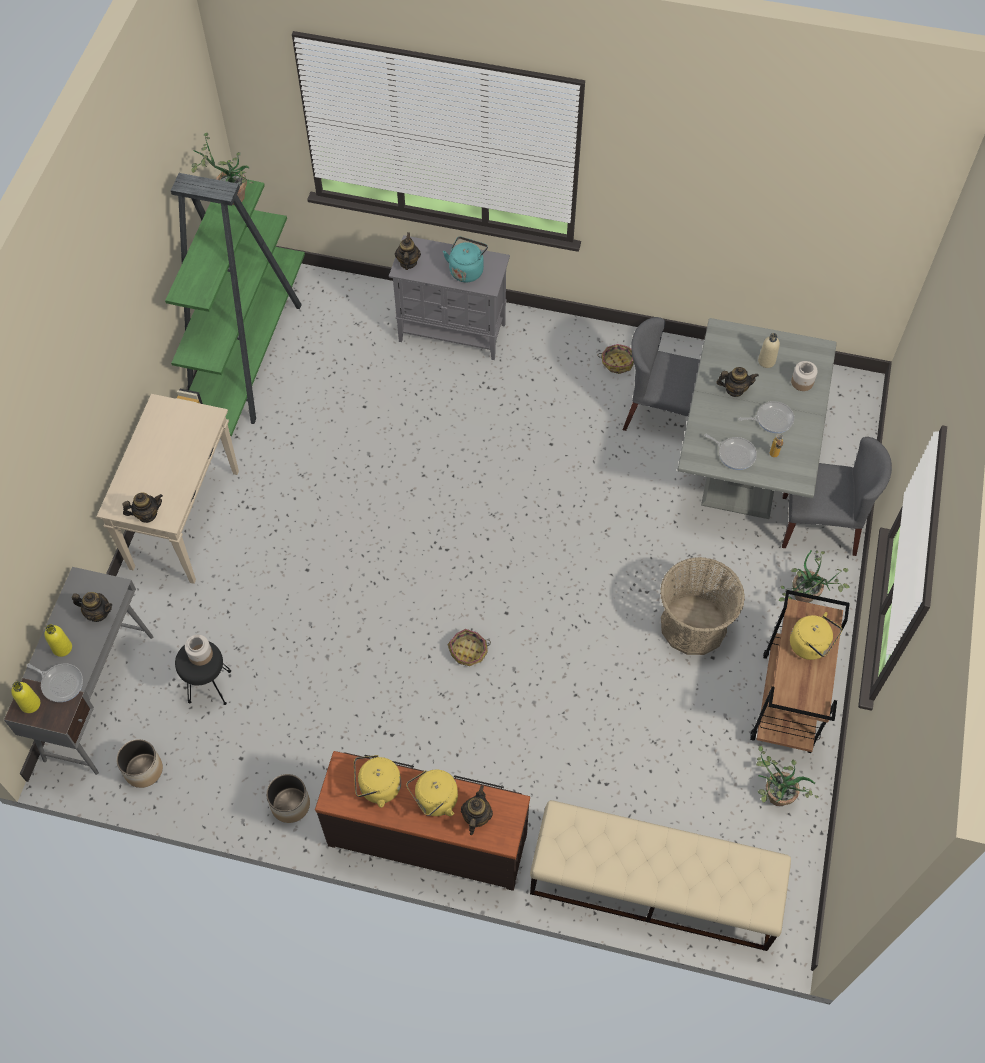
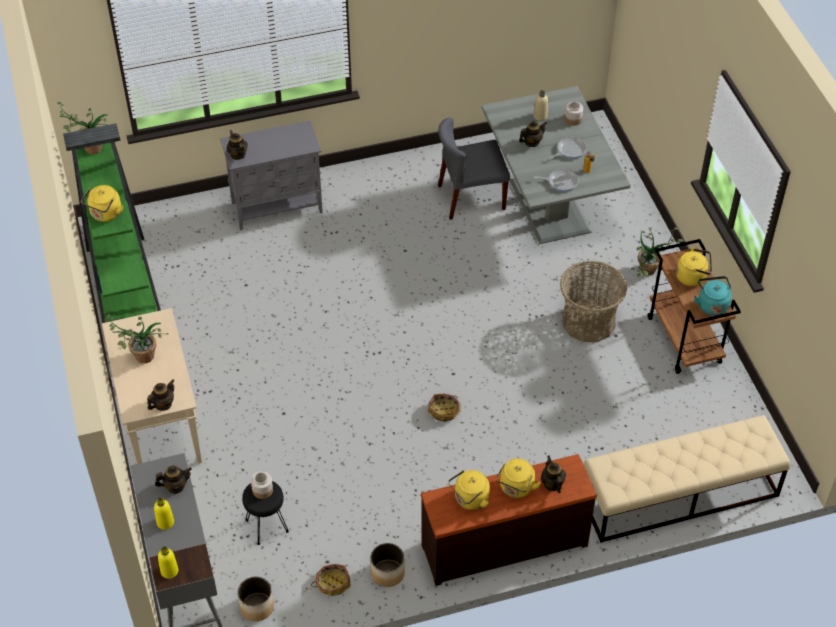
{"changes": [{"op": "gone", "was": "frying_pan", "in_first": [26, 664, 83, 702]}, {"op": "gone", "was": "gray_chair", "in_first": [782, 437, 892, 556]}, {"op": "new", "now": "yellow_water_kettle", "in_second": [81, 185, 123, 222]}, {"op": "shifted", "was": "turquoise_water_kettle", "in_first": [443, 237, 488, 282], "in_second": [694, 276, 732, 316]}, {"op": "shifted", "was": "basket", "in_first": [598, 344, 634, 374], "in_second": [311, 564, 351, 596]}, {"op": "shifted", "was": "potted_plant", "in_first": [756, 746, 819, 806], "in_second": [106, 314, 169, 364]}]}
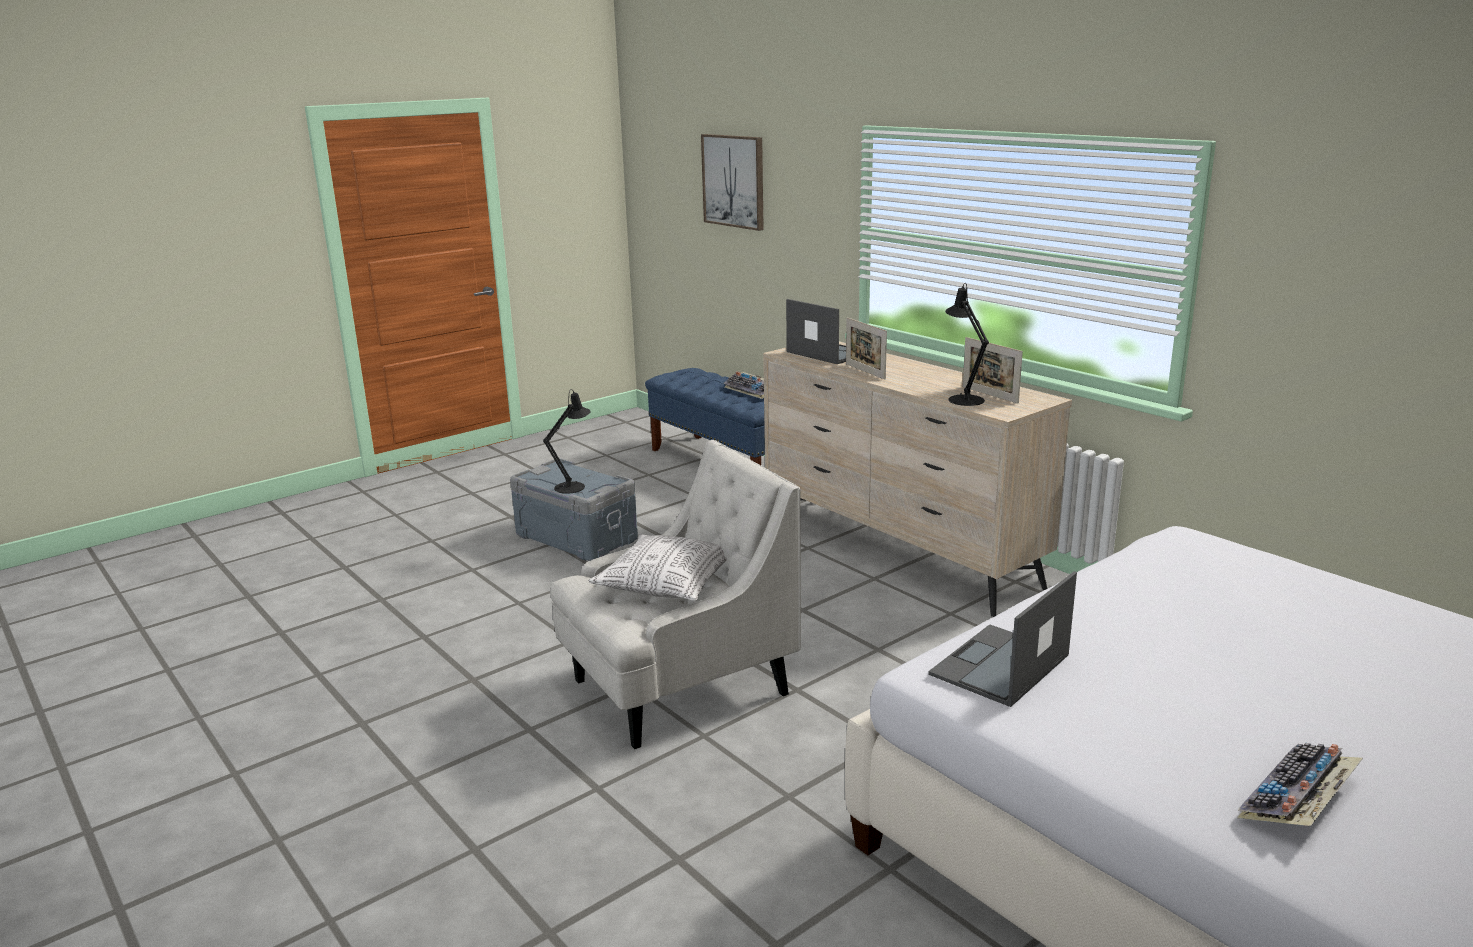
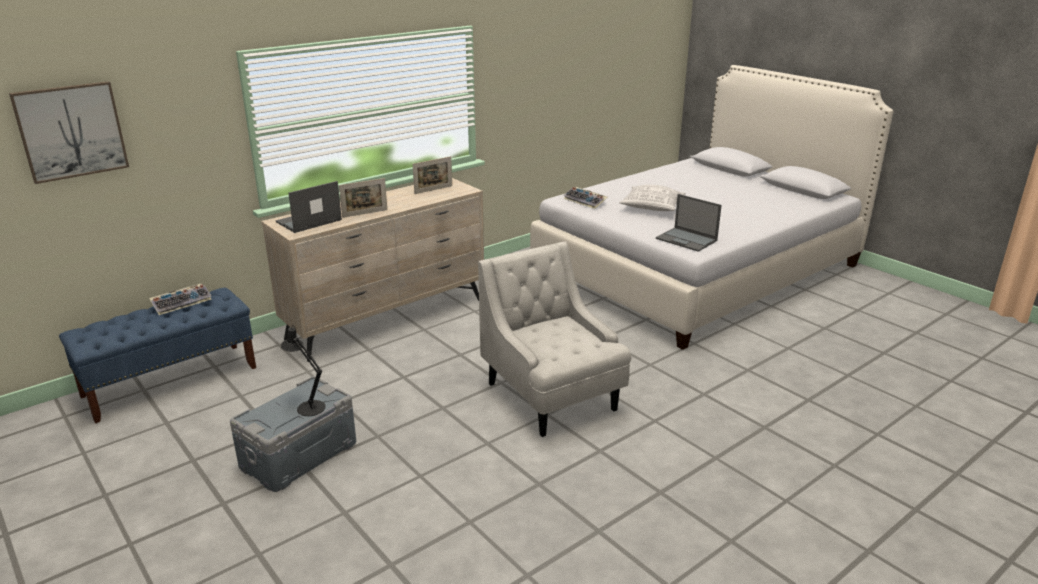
{"changes": [{"op": "gone", "was": "black_tabletop_lamp", "in_first": [945, 283, 989, 406]}, {"op": "shifted", "was": "pillow", "in_first": [589, 534, 727, 601], "in_second": [619, 185, 686, 211]}, {"op": "shifted", "was": "keyboard", "in_first": [1237, 743, 1363, 826], "in_second": [563, 187, 607, 209]}]}
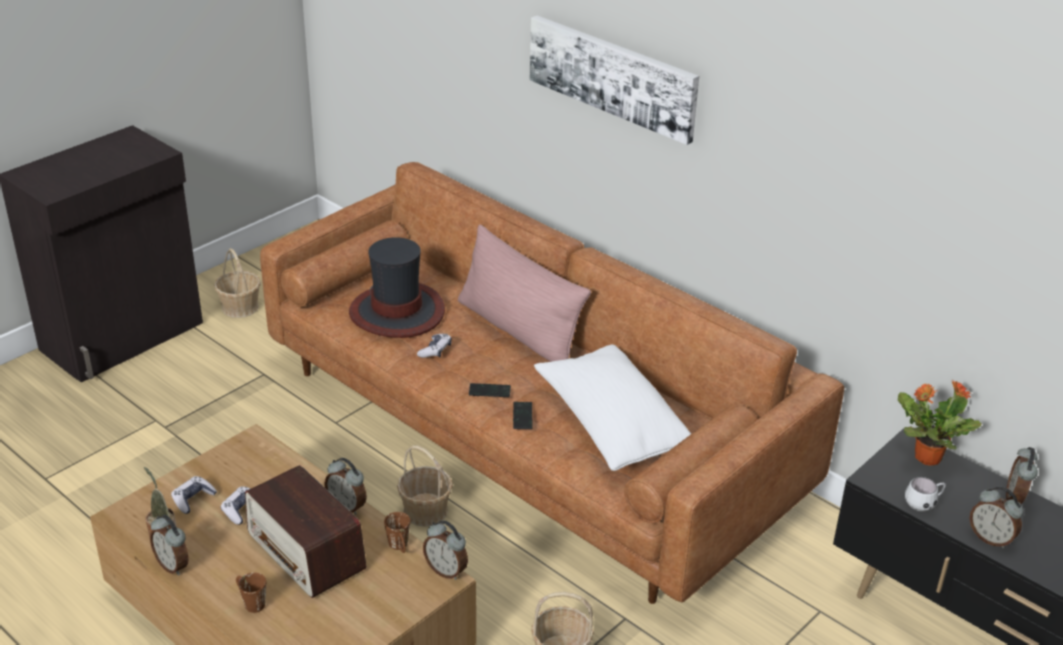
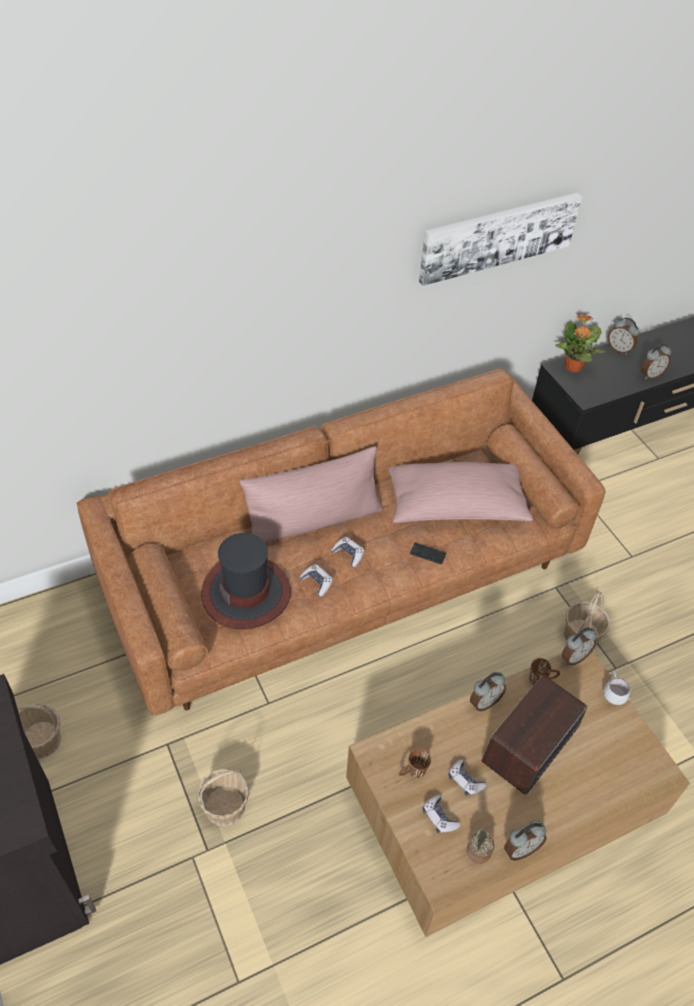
{"changes": [{"op": "gone", "was": "handset", "in_first": [469, 383, 511, 397]}, {"op": "new", "now": "gamepad", "in_second": [331, 537, 364, 567]}, {"op": "shifted", "was": "brownish_mug", "in_first": [236, 573, 266, 613], "in_second": [399, 749, 431, 778]}, {"op": "shifted", "was": "basket", "in_first": [397, 445, 453, 527], "in_second": [197, 769, 249, 826]}, {"op": "shifted", "was": "wall_picture", "in_first": [530, 15, 699, 145], "in_second": [419, 193, 582, 286]}, {"op": "shifted", "was": "white_mug", "in_first": [905, 477, 946, 512], "in_second": [603, 670, 630, 705]}, {"op": "repainted", "was": "white_pillow", "now": "pink-coloured_pillow", "in_first": [534, 345, 691, 471], "in_second": [388, 462, 533, 523]}, {"op": "rotated", "was": "radio_set", "in_first": [245, 465, 367, 598], "in_second": [482, 675, 587, 795], "clockwise": 150}]}
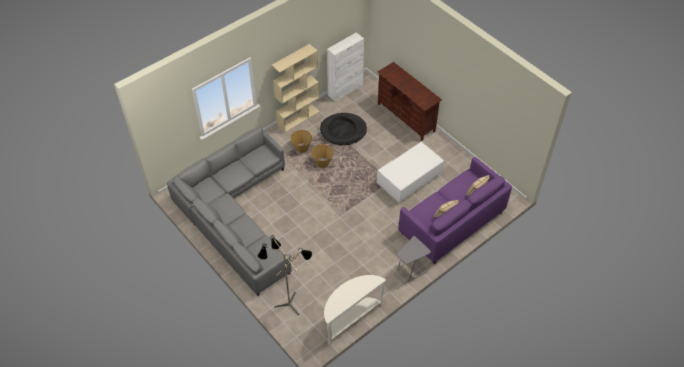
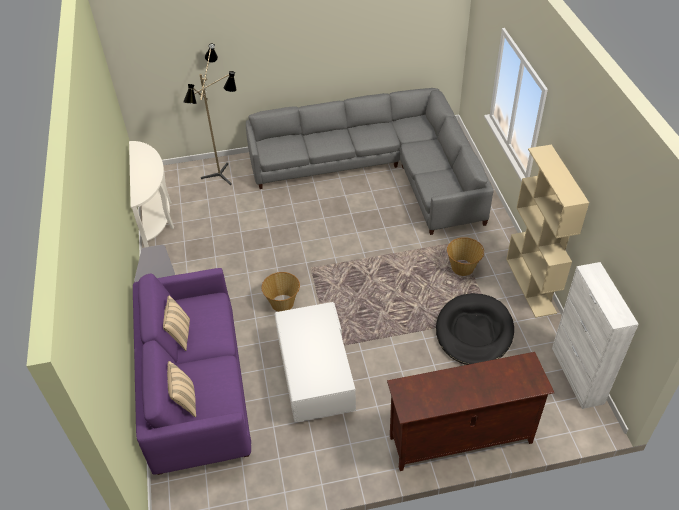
{"changes": [{"op": "shifted", "was": "basket", "in_first": [311, 144, 333, 168], "in_second": [262, 272, 300, 312]}]}
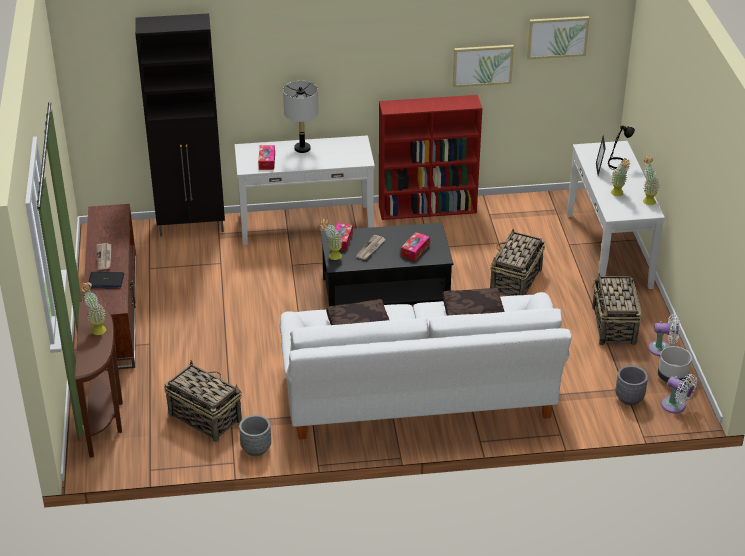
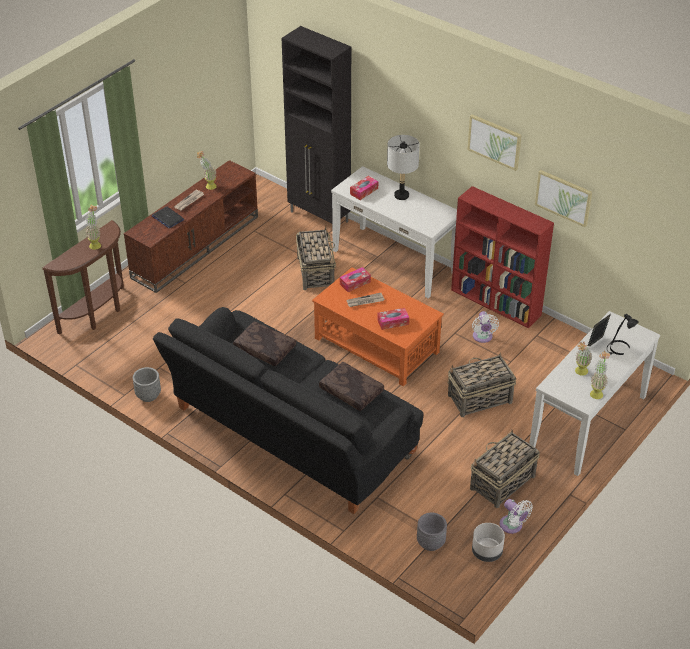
{"changes": [{"op": "shifted", "was": "basket", "in_first": [164, 360, 242, 442], "in_second": [296, 226, 336, 290]}, {"op": "shifted", "was": "potted_plant", "in_first": [319, 219, 343, 260], "in_second": [197, 151, 217, 190]}, {"op": "shifted", "was": "wall_picture", "in_first": [527, 16, 590, 59], "in_second": [467, 114, 521, 171]}, {"op": "shifted", "was": "white_fan", "in_first": [661, 374, 697, 413], "in_second": [472, 311, 499, 343]}, {"op": "repainted", "was": "white_settee", "now": "black_settee", "in_first": [280, 292, 572, 440], "in_second": [153, 307, 423, 514]}, {"op": "repainted", "was": "black_low_table", "now": "orange-coloured_low_table", "in_first": [320, 222, 453, 306], "in_second": [312, 267, 444, 387]}]}
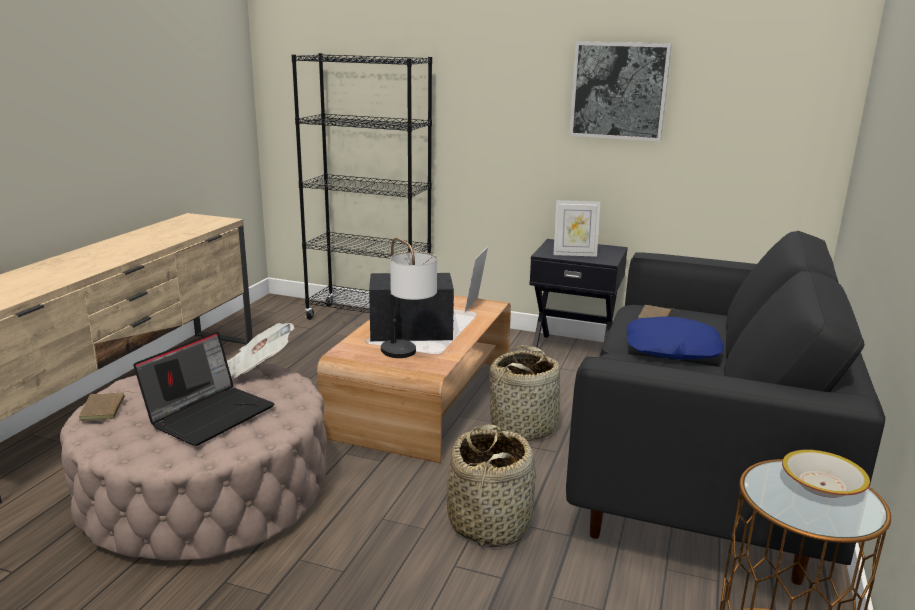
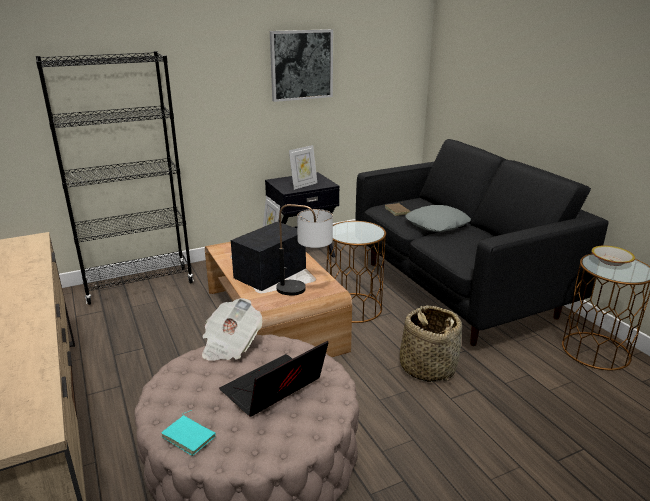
{"changes": [{"op": "swapped", "was": "basket", "now": "brownish_end_table", "in_first": [489, 345, 565, 442], "in_second": [327, 221, 386, 323]}, {"op": "repainted", "was": "brownish_book", "now": "turquoise_book", "in_first": [79, 391, 133, 421], "in_second": [161, 410, 216, 456]}, {"op": "repainted", "was": "blue_pillow", "now": "gray_pillow", "in_first": [627, 317, 724, 360], "in_second": [405, 205, 471, 232]}, {"op": "rotated", "was": "laptop", "in_first": [133, 331, 275, 446], "in_second": [219, 341, 328, 417], "clockwise": -120}]}
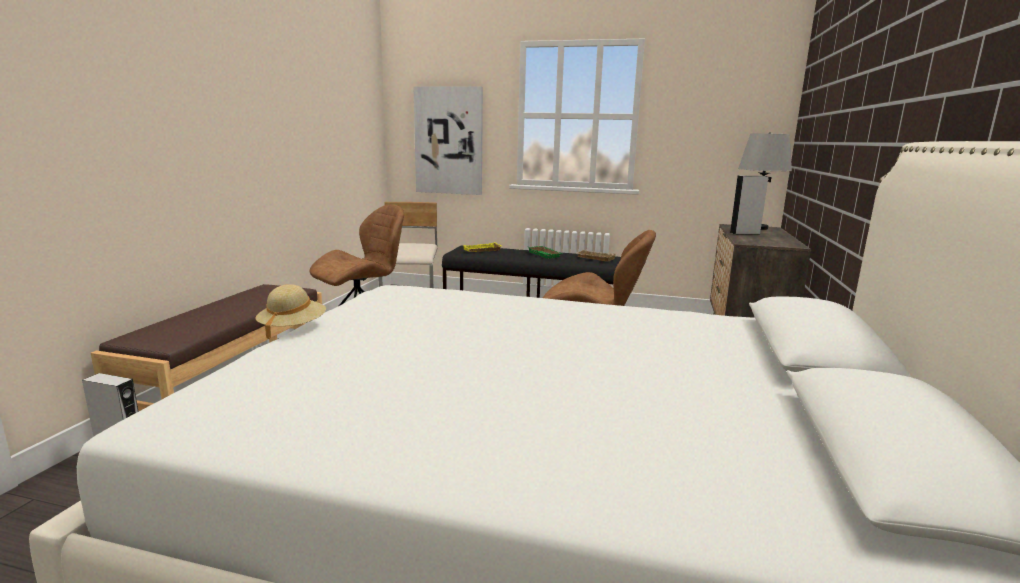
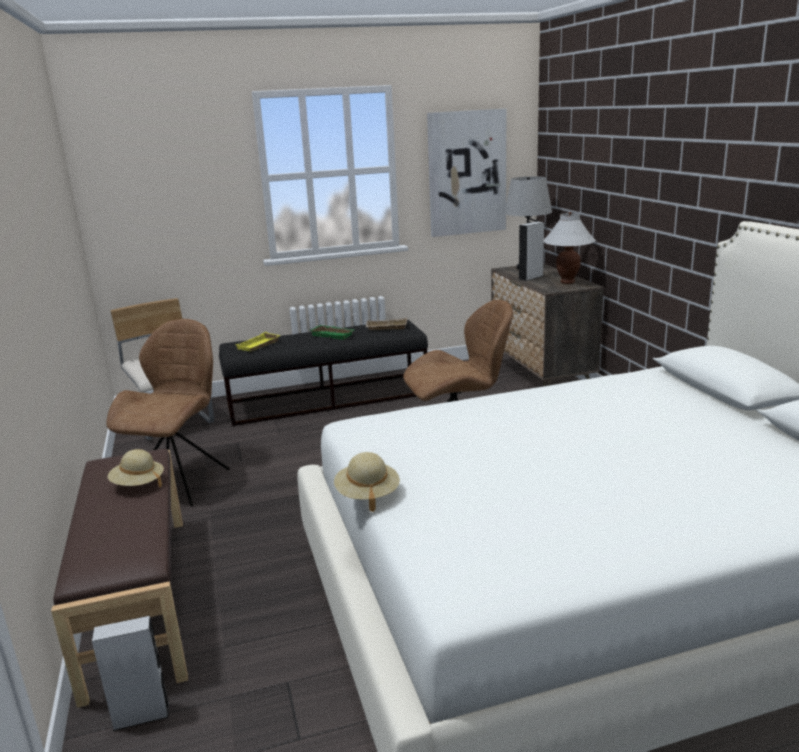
{"changes": [{"op": "new", "now": "beige-coloured_clothing_hat", "in_second": [107, 449, 164, 487]}, {"op": "new", "now": "white_tabletop_lamp", "in_second": [543, 212, 596, 284]}, {"op": "shifted", "was": "wall_picture", "in_first": [414, 86, 483, 195], "in_second": [427, 109, 506, 237]}]}
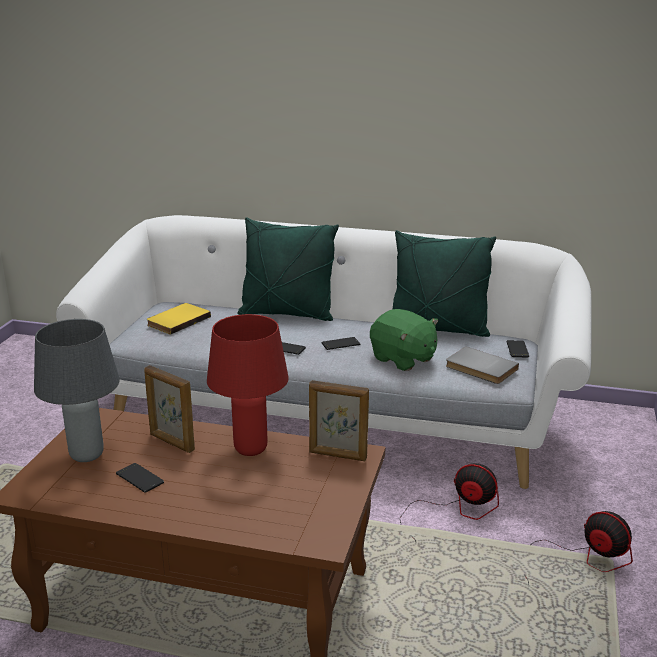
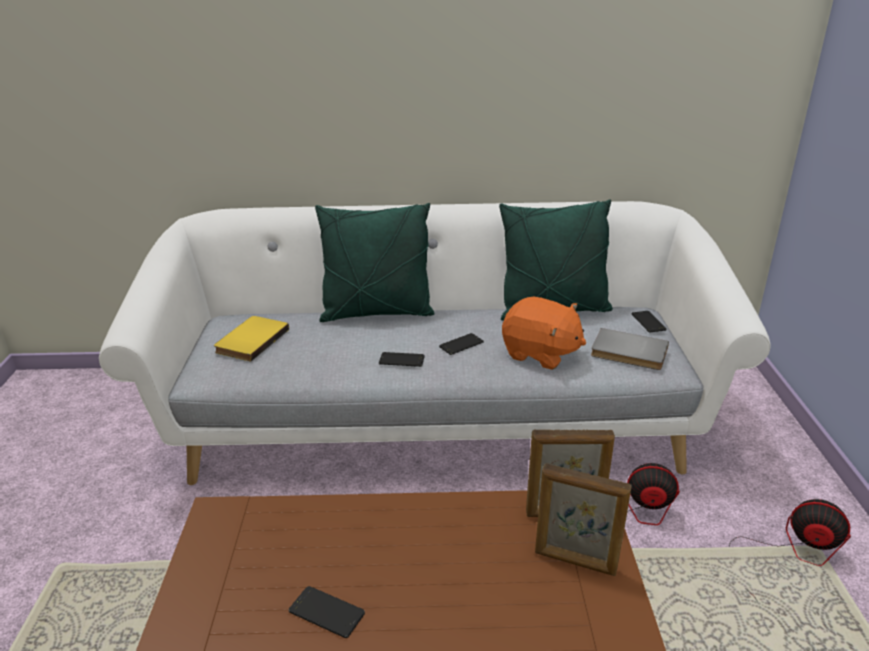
{"changes": [{"op": "gone", "was": "gray_tabletop_lamp", "in_first": [34, 319, 120, 462]}, {"op": "gone", "was": "red-coloured_tabletop_lamp", "in_first": [207, 314, 289, 456]}, {"op": "shifted", "was": "standing_frame", "in_first": [144, 365, 195, 453], "in_second": [535, 463, 632, 576]}, {"op": "repainted", "was": "green-coloured_plush_toy", "now": "orange-coloured_plush_toy", "in_first": [370, 309, 438, 371], "in_second": [502, 297, 586, 370]}]}
